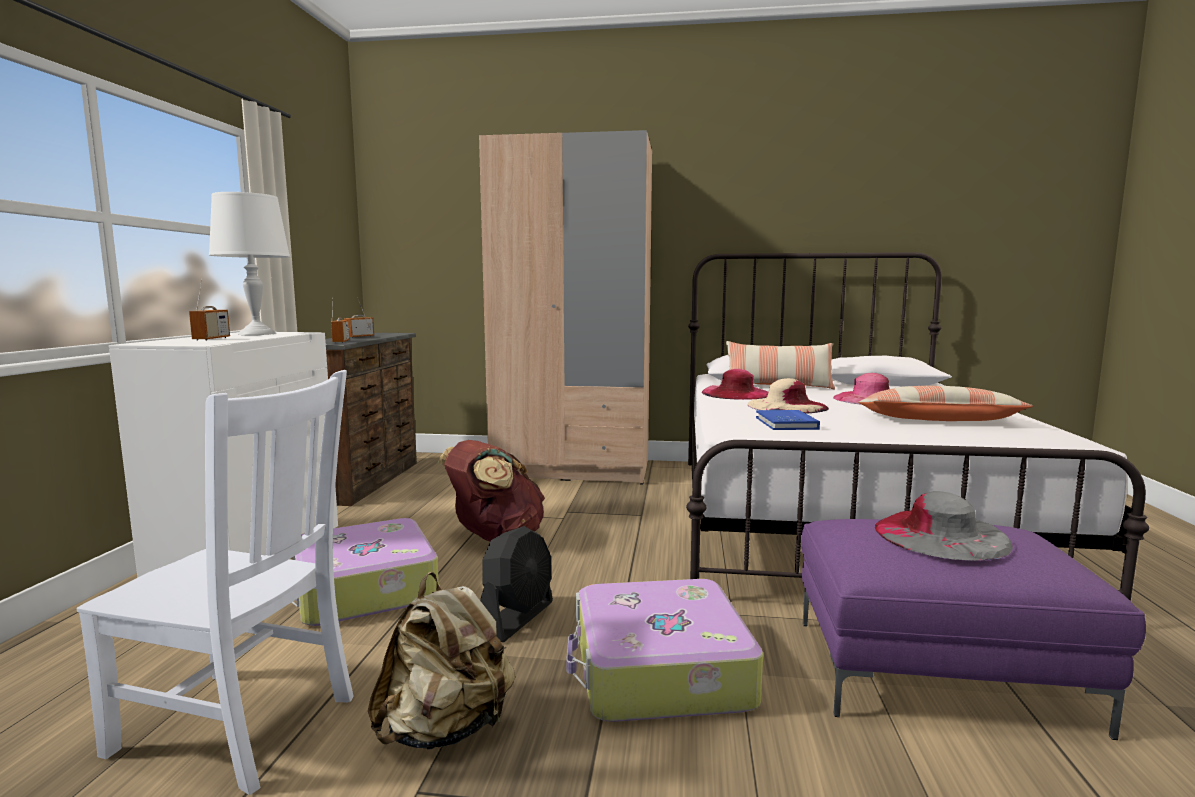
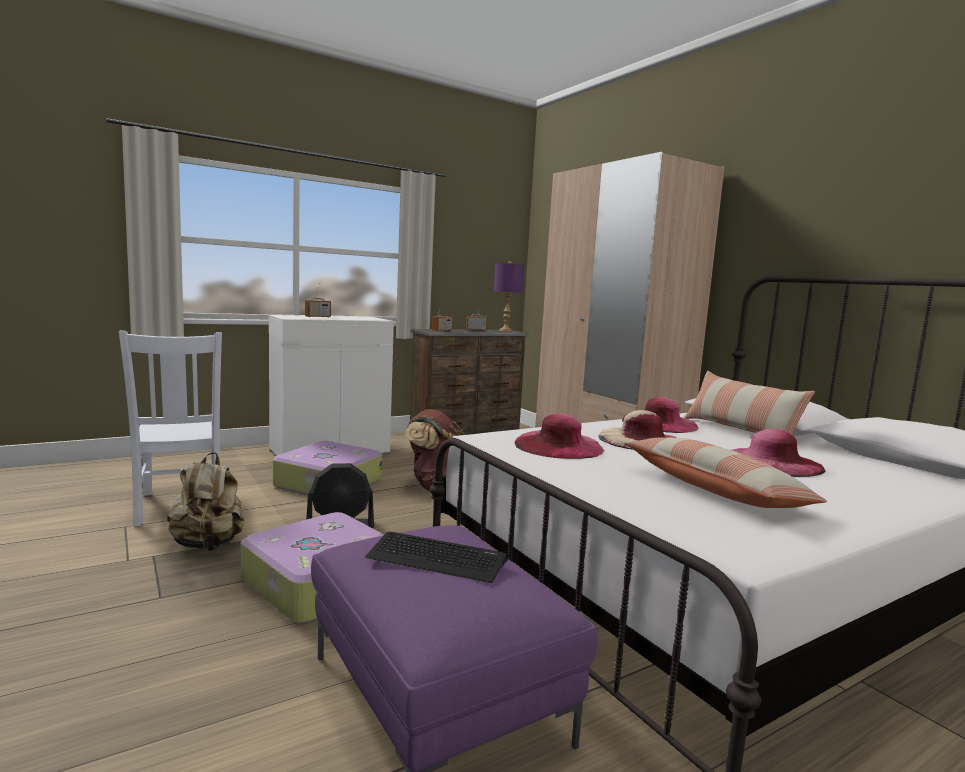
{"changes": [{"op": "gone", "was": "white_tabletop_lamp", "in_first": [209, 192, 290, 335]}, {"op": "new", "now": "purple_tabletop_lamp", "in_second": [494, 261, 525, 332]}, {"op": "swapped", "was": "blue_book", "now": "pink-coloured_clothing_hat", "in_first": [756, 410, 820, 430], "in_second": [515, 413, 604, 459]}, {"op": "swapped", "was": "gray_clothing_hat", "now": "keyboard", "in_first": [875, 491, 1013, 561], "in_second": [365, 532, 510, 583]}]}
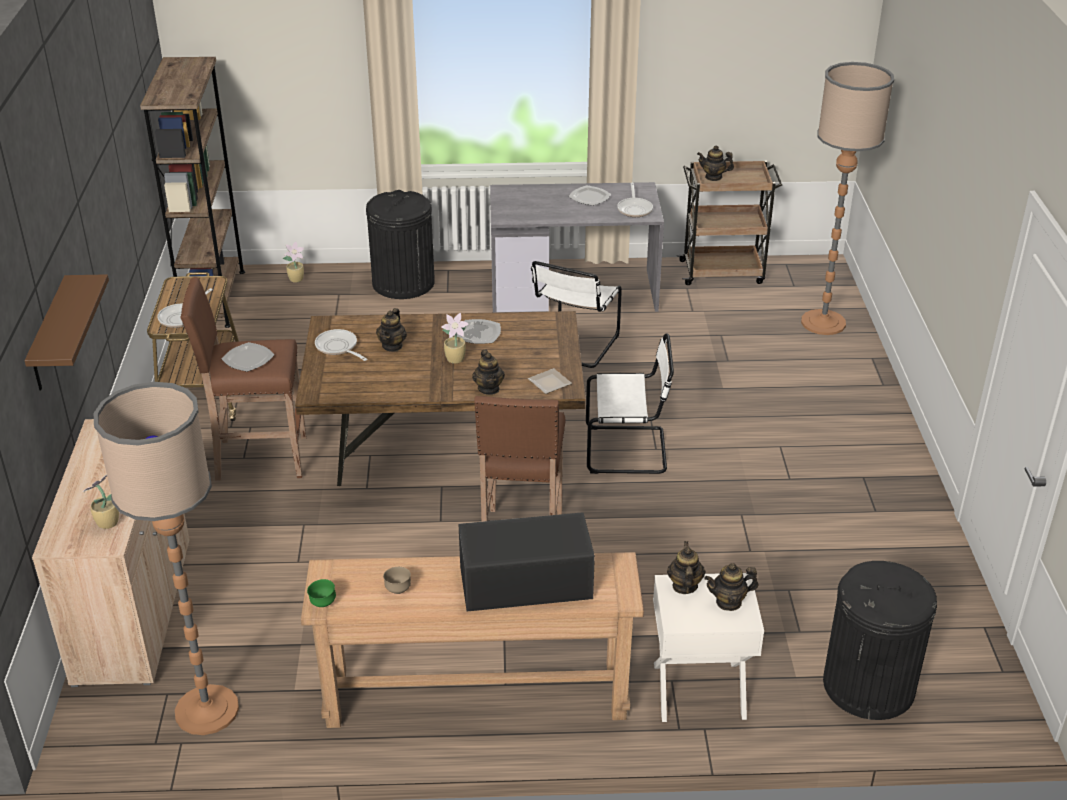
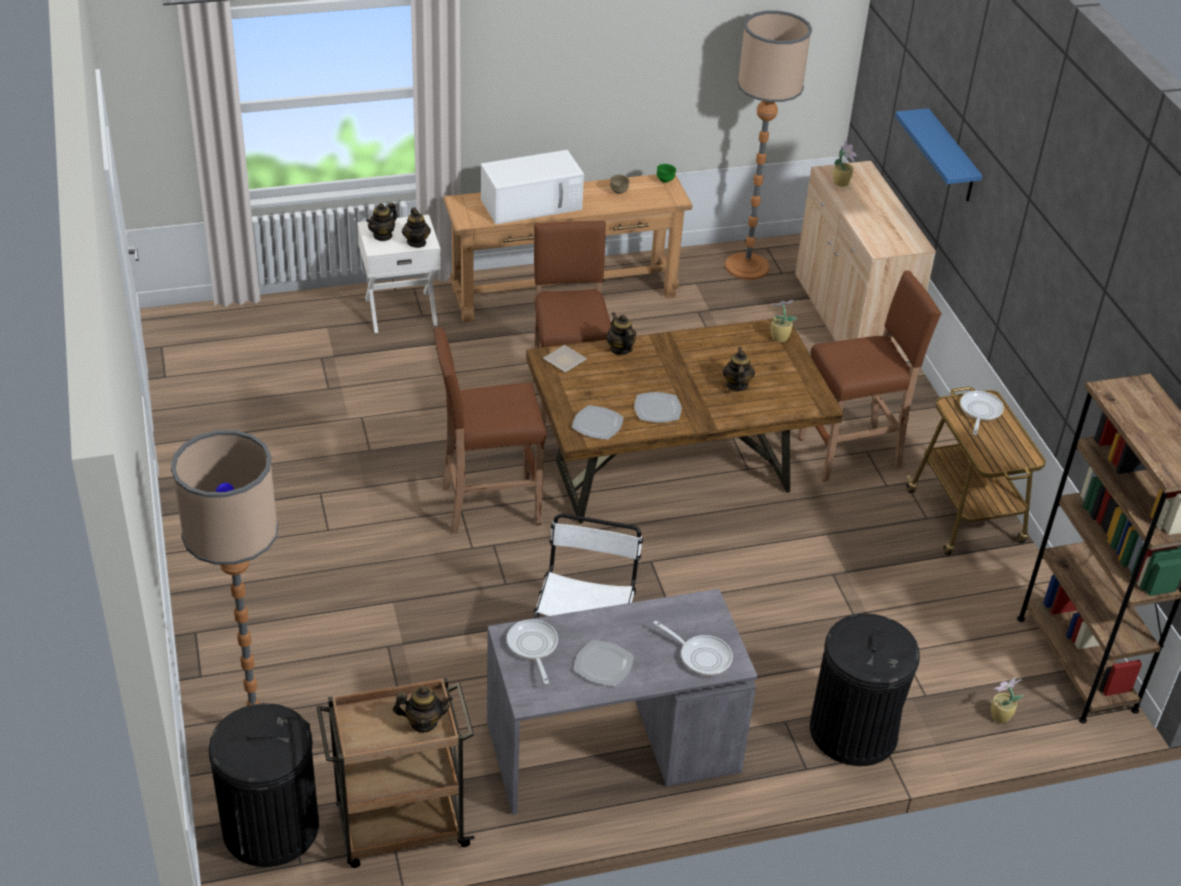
{"changes": [{"op": "shifted", "was": "dinner_plate", "in_first": [222, 342, 274, 372], "in_second": [572, 405, 623, 440]}, {"op": "shifted", "was": "frying_pan", "in_first": [315, 329, 367, 361], "in_second": [653, 621, 733, 676]}, {"op": "shifted", "was": "potted_plant", "in_first": [441, 313, 469, 364], "in_second": [771, 300, 798, 342]}, {"op": "shifted", "was": "black_rubbish_bin", "in_first": [823, 561, 937, 720], "in_second": [209, 703, 319, 867]}, {"op": "swapped", "was": "white_chair", "now": "brownish_stool_seat", "in_first": [586, 333, 674, 474], "in_second": [434, 327, 546, 534]}, {"op": "repainted", "was": "brownish_wall_shelf", "now": "blue_wall_shelf", "in_first": [24, 274, 109, 390], "in_second": [895, 108, 982, 202]}, {"op": "repainted", "was": "black_microwave_oven", "now": "white_microwave_oven", "in_first": [458, 512, 595, 612], "in_second": [481, 150, 584, 224]}, {"op": "rotated", "was": "tea_pot", "in_first": [704, 563, 758, 611], "in_second": [367, 202, 397, 241], "clockwise": 150}]}
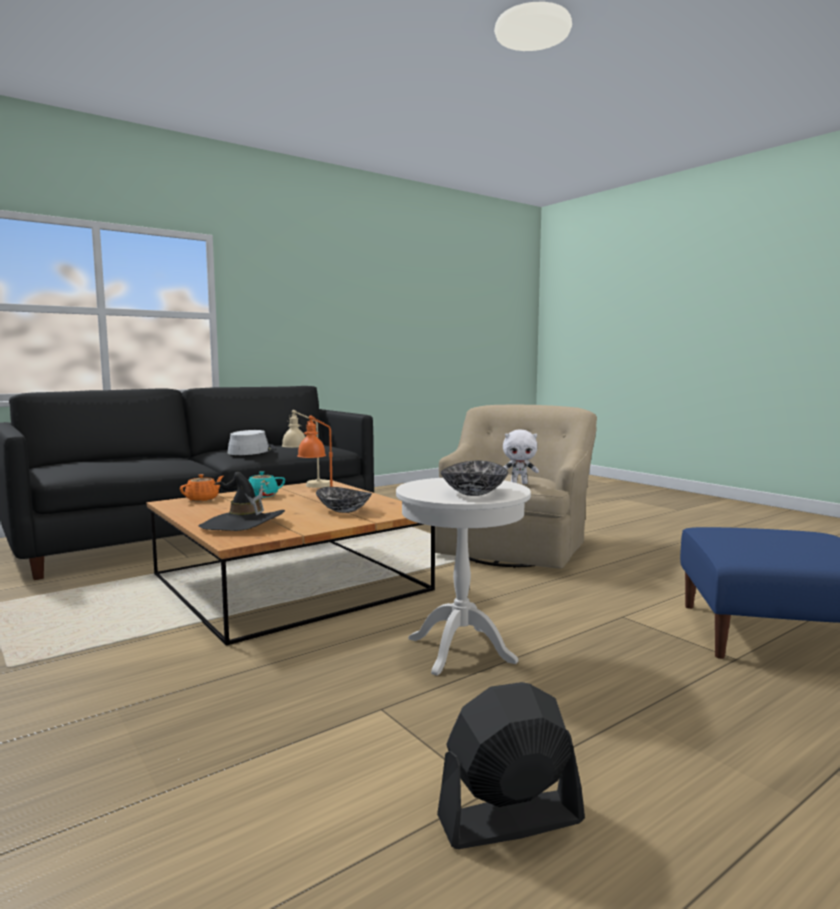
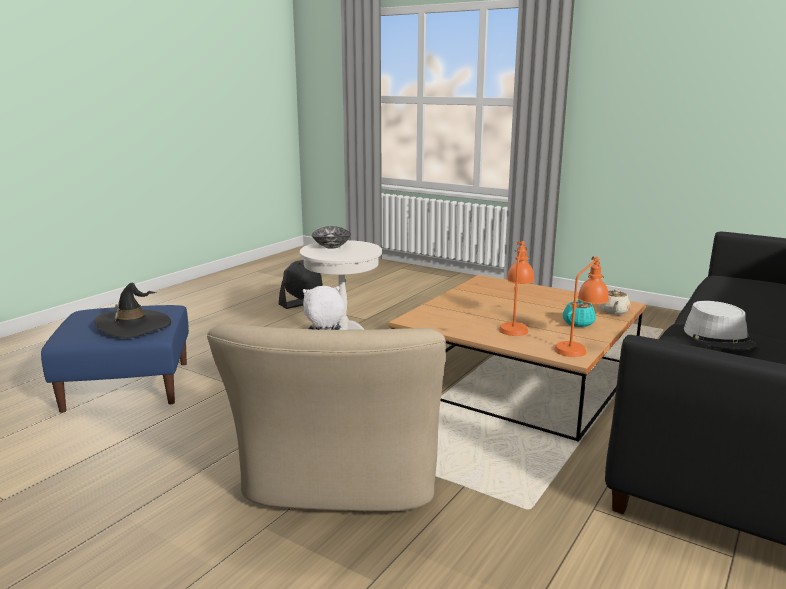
{"changes": [{"op": "gone", "was": "serving_bowl", "in_first": [316, 487, 372, 513]}, {"op": "shifted", "was": "black_clothing_hat", "in_first": [198, 472, 285, 531], "in_second": [94, 283, 171, 338]}, {"op": "repainted", "was": "orange-coloured_tea_pot", "now": "beige-coloured_tea_pot", "in_first": [180, 474, 223, 501], "in_second": [599, 289, 631, 315]}, {"op": "repainted", "was": "beige-coloured_tabletop_lamp", "now": "orange-coloured_tabletop_lamp", "in_first": [282, 410, 330, 488], "in_second": [554, 256, 609, 357]}]}
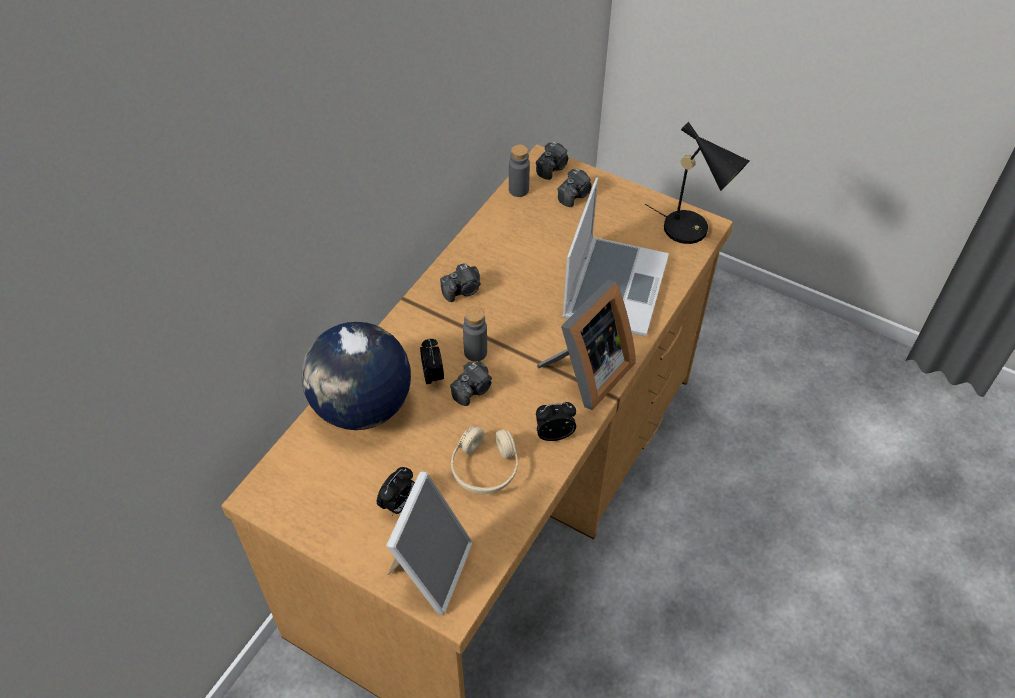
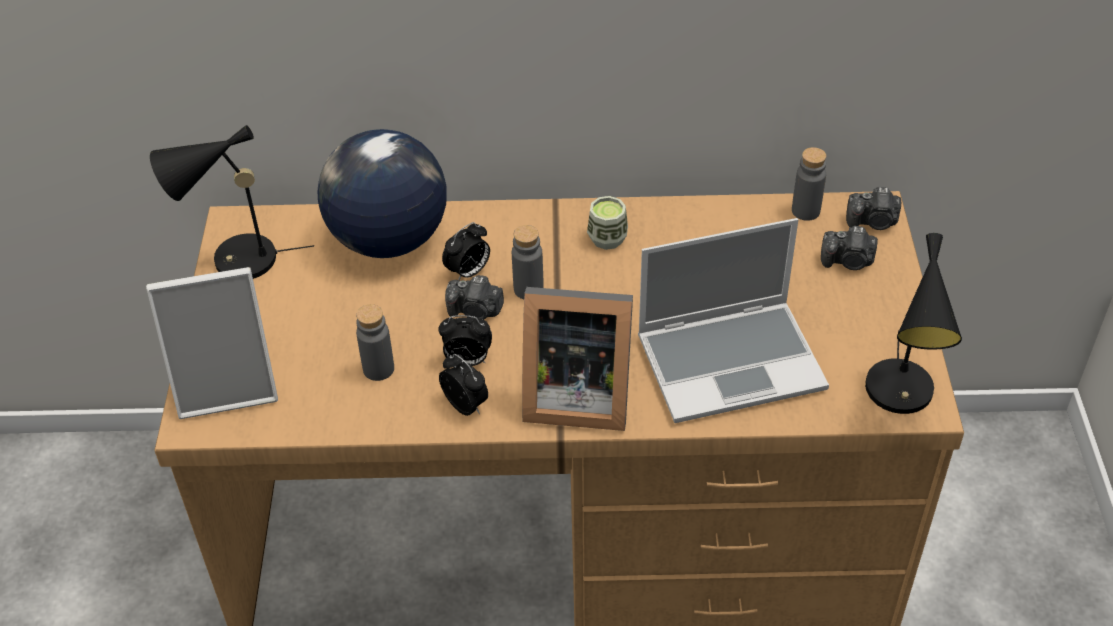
{"changes": [{"op": "new", "now": "black_tabletop_lamp", "in_second": [150, 125, 314, 279]}, {"op": "shifted", "was": "table_clock", "in_first": [377, 467, 415, 515], "in_second": [438, 315, 492, 366]}, {"op": "swapped", "was": "still_camera", "now": "cup", "in_first": [440, 263, 481, 302], "in_second": [587, 196, 628, 250]}, {"op": "swapped", "was": "beige-coloured_headset", "now": "gray_bottle", "in_first": [451, 426, 518, 494], "in_second": [356, 304, 394, 381]}]}
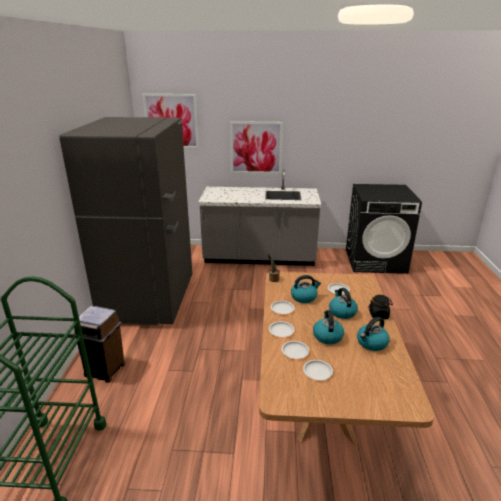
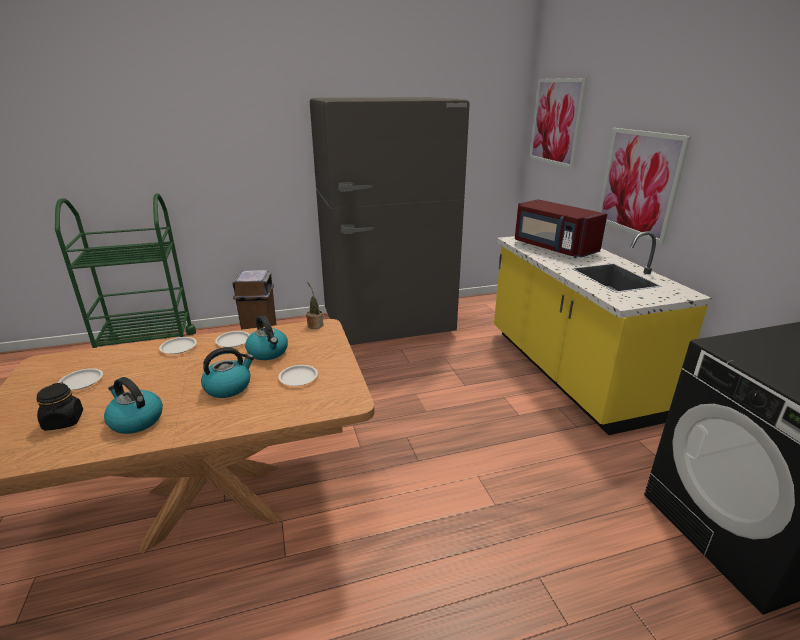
{"changes": [{"op": "gone", "was": "white_dinner_plate", "in_first": [282, 341, 309, 359]}, {"op": "gone", "was": "water_kettle", "in_first": [313, 310, 344, 344]}, {"op": "new", "now": "red-coloured_microwave_oven", "in_second": [515, 199, 607, 258]}, {"op": "shifted", "was": "black_preserve_jar", "in_first": [368, 295, 393, 319], "in_second": [36, 382, 83, 431]}, {"op": "repainted", "was": "gray_counter", "now": "yellow_counter", "in_first": [198, 169, 321, 266], "in_second": [494, 231, 712, 435]}]}
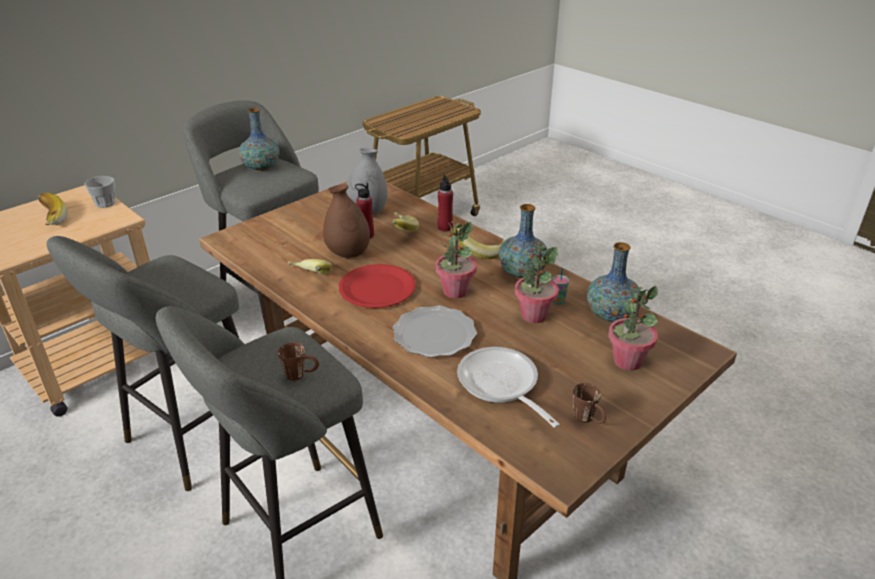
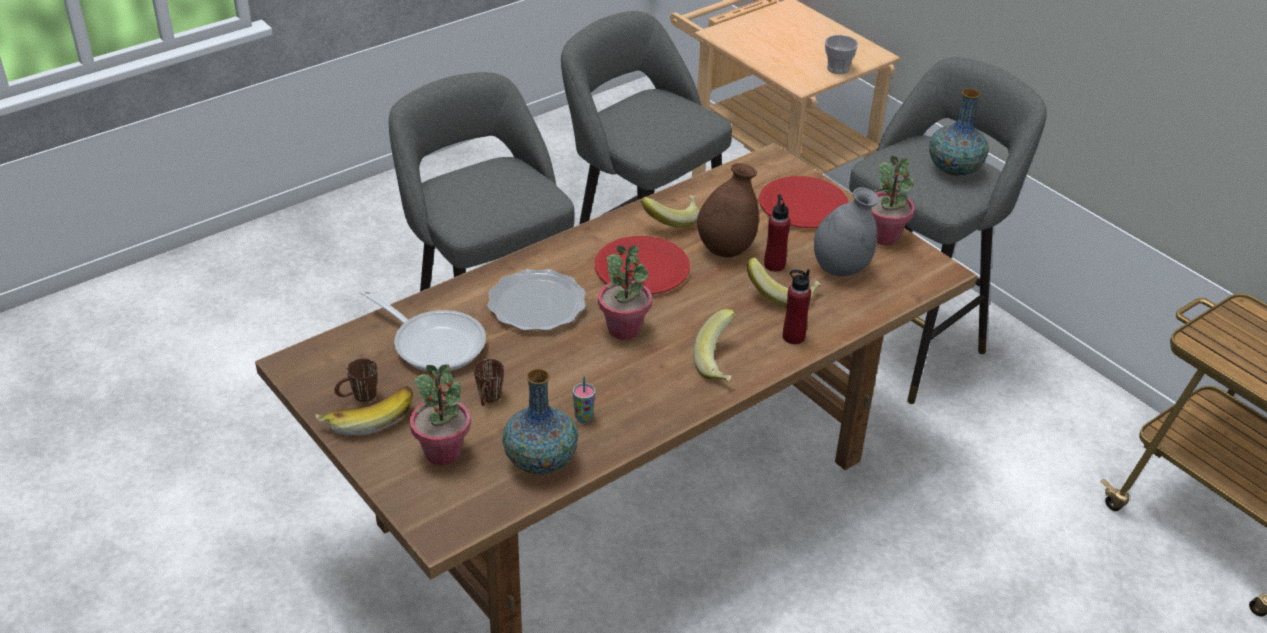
{"changes": [{"op": "gone", "was": "flower_vase", "in_first": [499, 204, 548, 278]}, {"op": "new", "now": "red-coloured_dinner_plate", "in_second": [759, 176, 849, 228]}, {"op": "shifted", "was": "banana", "in_first": [39, 193, 67, 225], "in_second": [316, 386, 413, 436]}, {"op": "shifted", "was": "brownish_mug", "in_first": [278, 343, 319, 381], "in_second": [474, 359, 504, 406]}, {"op": "shifted", "was": "potted_plant", "in_first": [515, 242, 559, 323], "in_second": [871, 156, 915, 245]}, {"op": "rotated", "was": "frying_pan", "in_first": [457, 347, 560, 428], "in_second": [359, 289, 486, 372], "clockwise": 60}]}
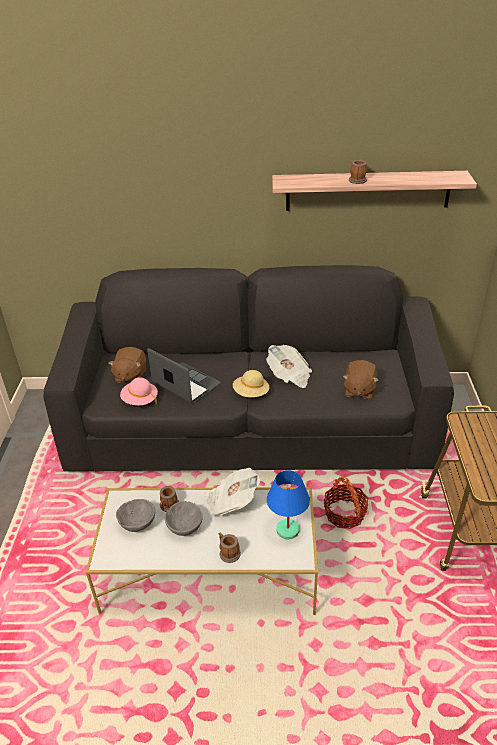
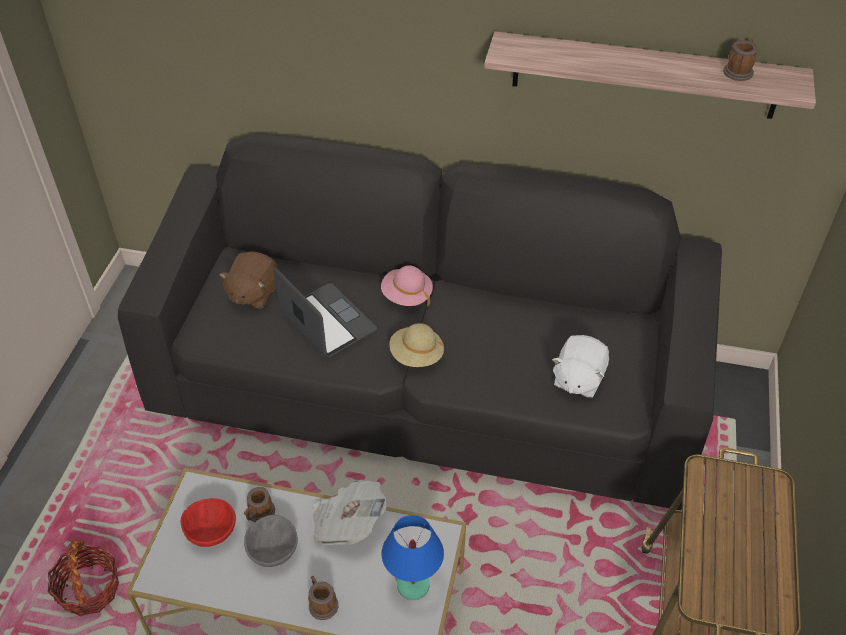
{"changes": [{"op": "gone", "was": "newspaper", "in_first": [266, 345, 312, 388]}, {"op": "shifted", "was": "pink-coloured_clothing_hat", "in_first": [120, 378, 158, 405], "in_second": [381, 265, 433, 306]}, {"op": "shifted", "was": "basket", "in_first": [324, 477, 368, 529], "in_second": [48, 540, 119, 617]}, {"op": "shifted", "was": "mug", "in_first": [349, 160, 367, 184], "in_second": [723, 39, 757, 81]}, {"op": "repainted", "was": "gray_serving_bowl", "now": "red-coloured_serving_bowl", "in_first": [116, 499, 155, 532], "in_second": [181, 498, 236, 547]}, {"op": "repainted", "was": "brownish_plush_toy", "now": "white_plush_toy", "in_first": [343, 360, 379, 399], "in_second": [552, 335, 609, 398]}]}
